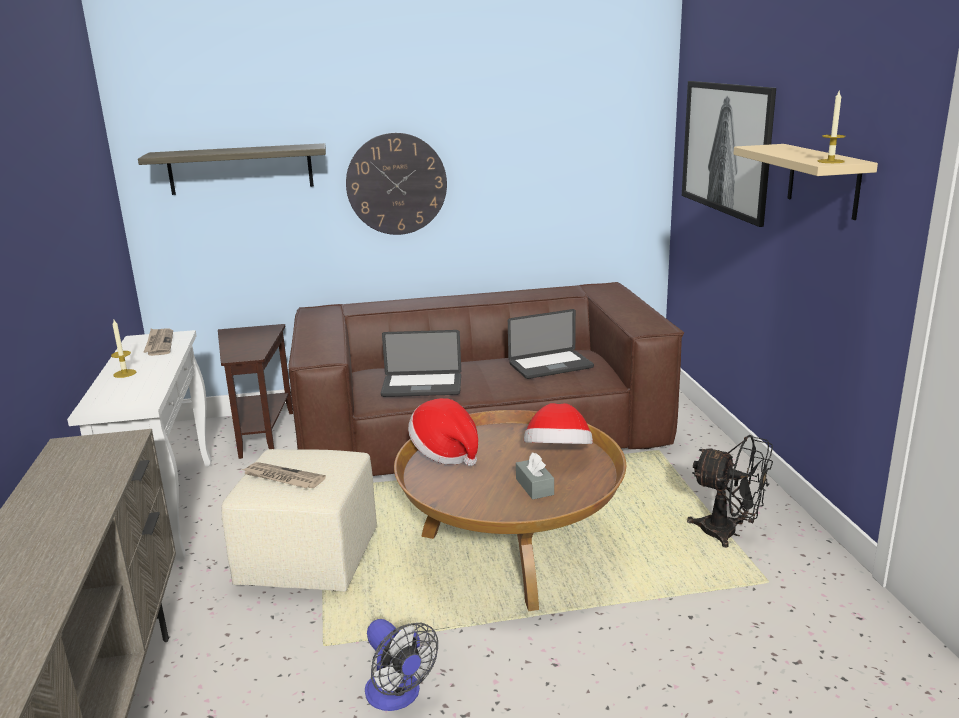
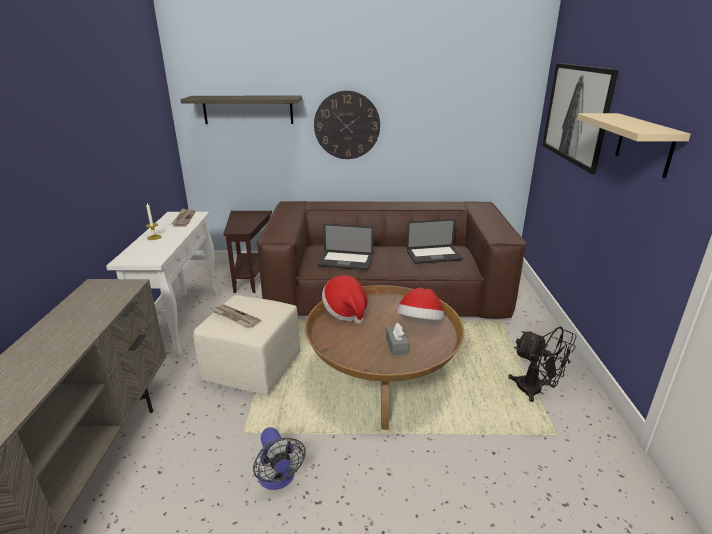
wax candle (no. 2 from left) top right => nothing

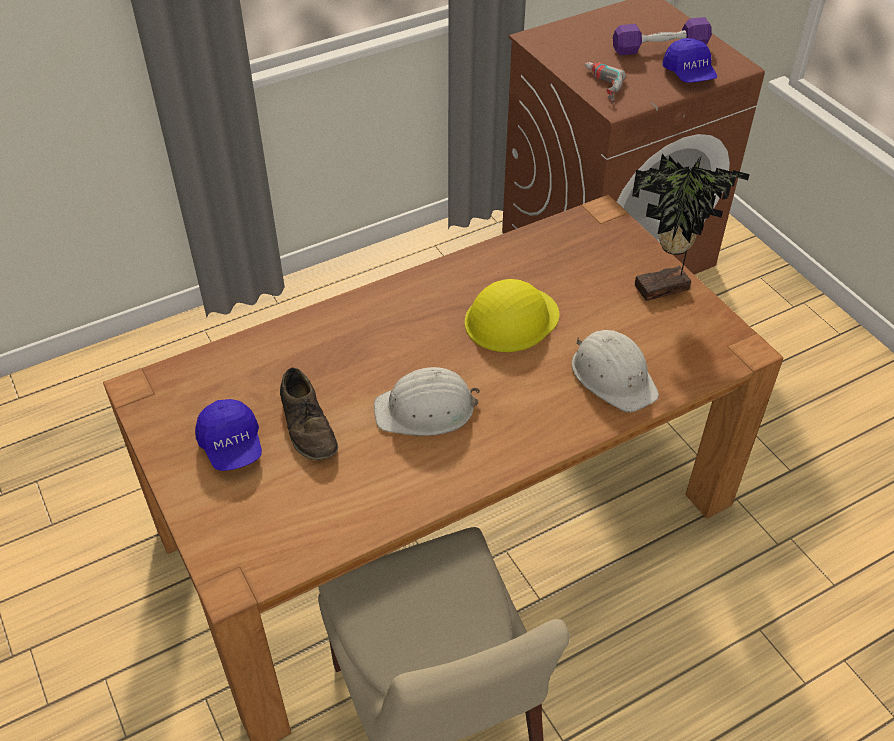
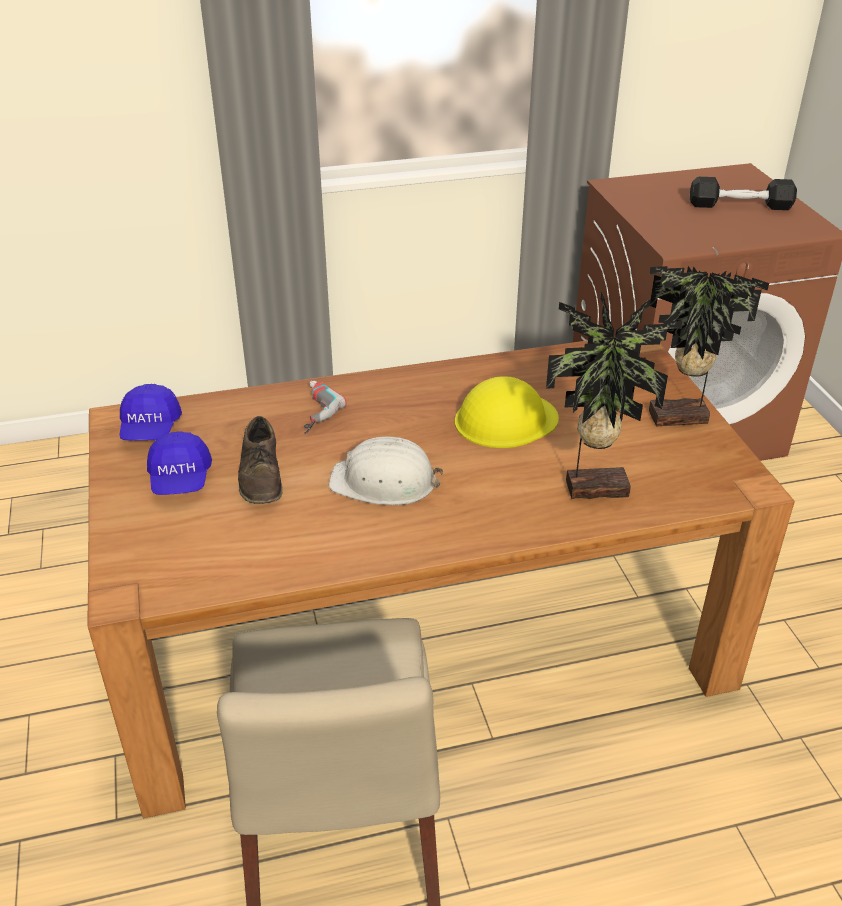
hard hat (white) (no. 2 from left) middle right => houseplant (no. 1 from left) middle right
electric drill top right => electric drill centre, shifted
dumbbell (purple) top right => dumbbell (blackish) top right
baseball cap (blue-coloured) (no. 2 from left in the first image) top right => baseball cap (blue-coloured) (no. 1 from left) middle left, shifted

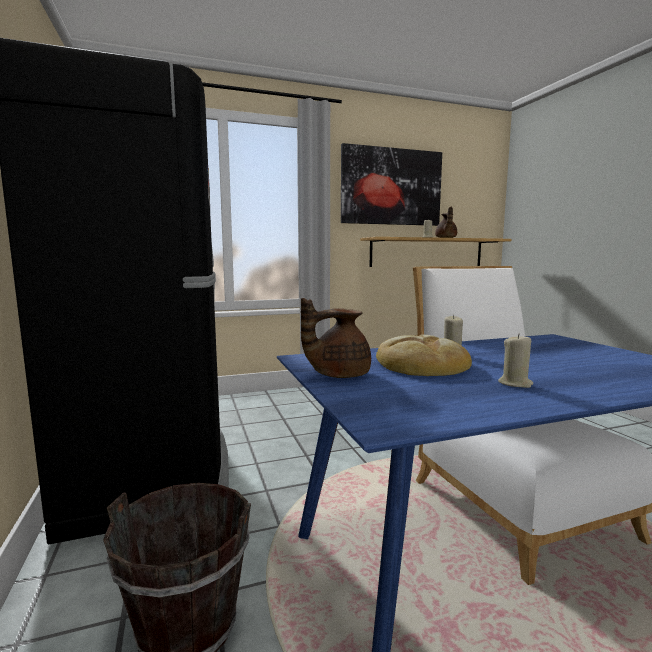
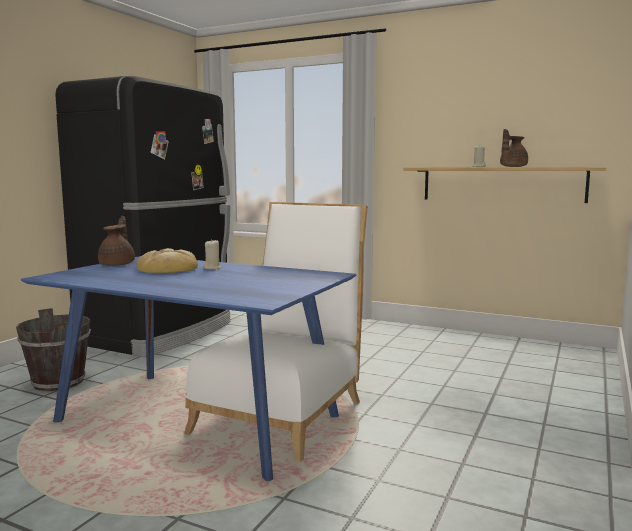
pot for tea (brownish) (no. 1 from left) centre => pot for tea (brownish) (no. 1 from left) middle left, 75 degrees clockwise
picture top centre => nothing
wax candle (beige-coloured) (no. 3 from left) middle right => nothing

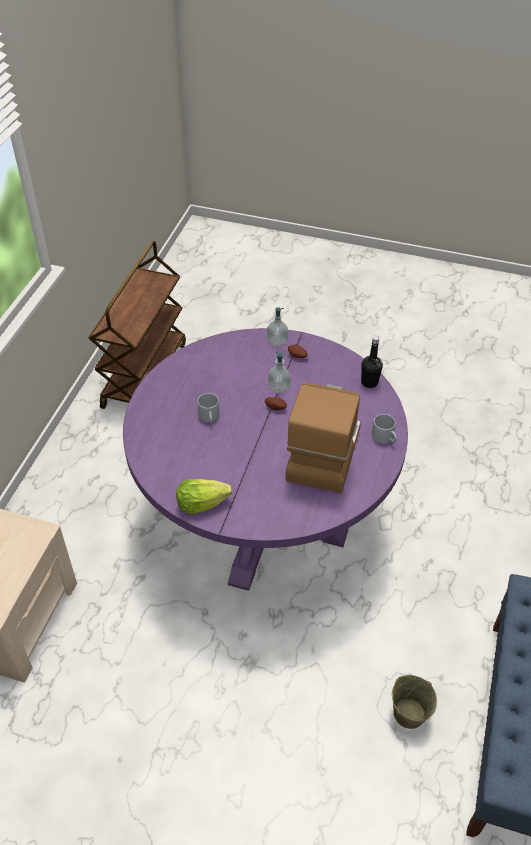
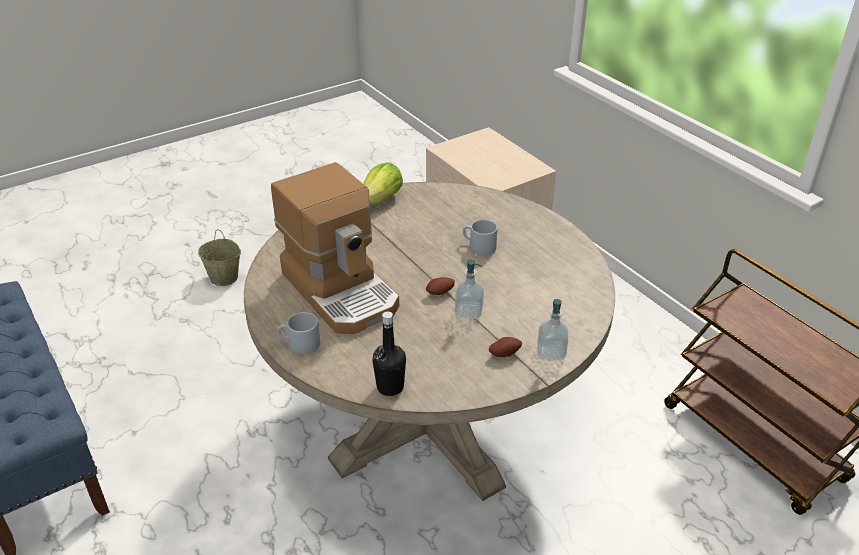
kitchen table (purple) centre => kitchen table (beige-coloured) centre
water bucket (beige-coloured) bottom right => water bucket (beige-coloured) middle left, shifted

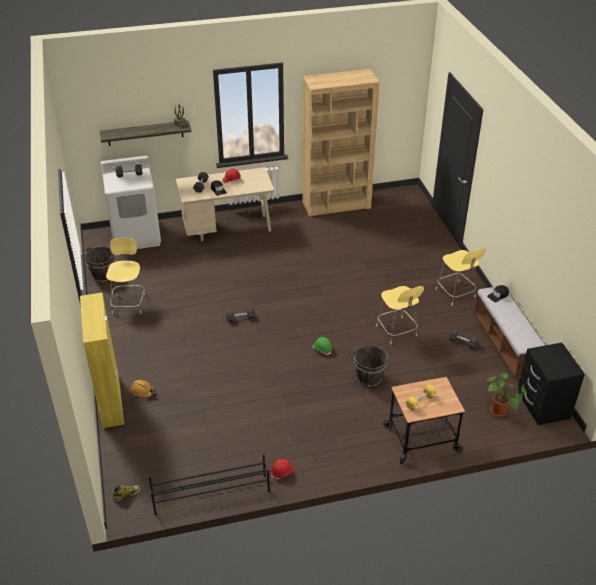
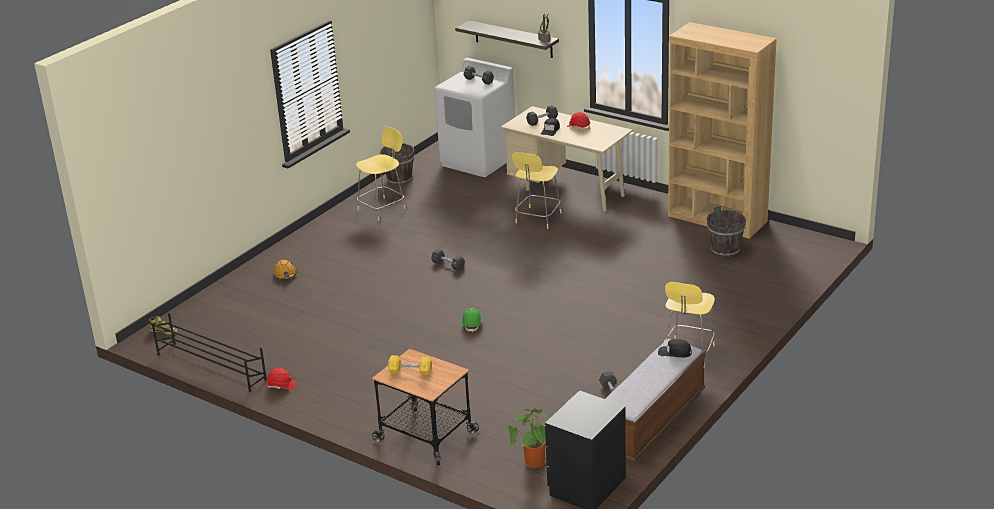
storage cabinet (yellow-coloured) middle left => nothing
water bucket (brownish) (no. 2 from left) centre => water bucket (brownish) (no. 2 from left) middle right, shifted
stool (yellow-coloured) (no. 2 from left) middle right => stool (yellow-coloured) (no. 2 from left) centre, shifted

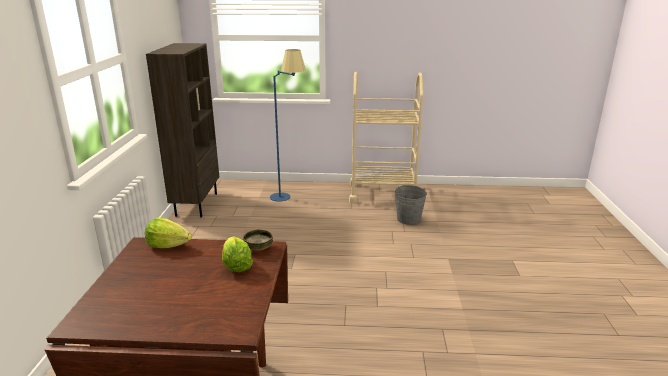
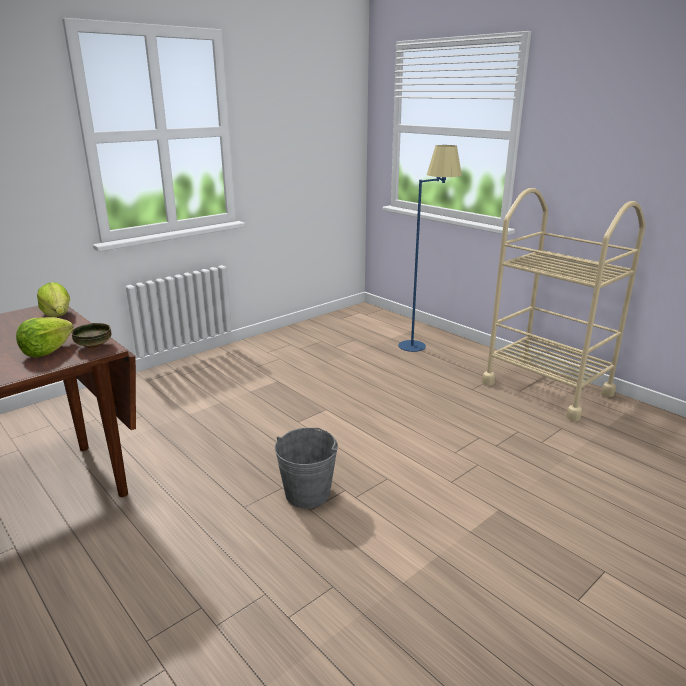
shelving unit (brownish) middle left => nothing
water bucket (gray) centre => water bucket (gray) bottom centre, shifted

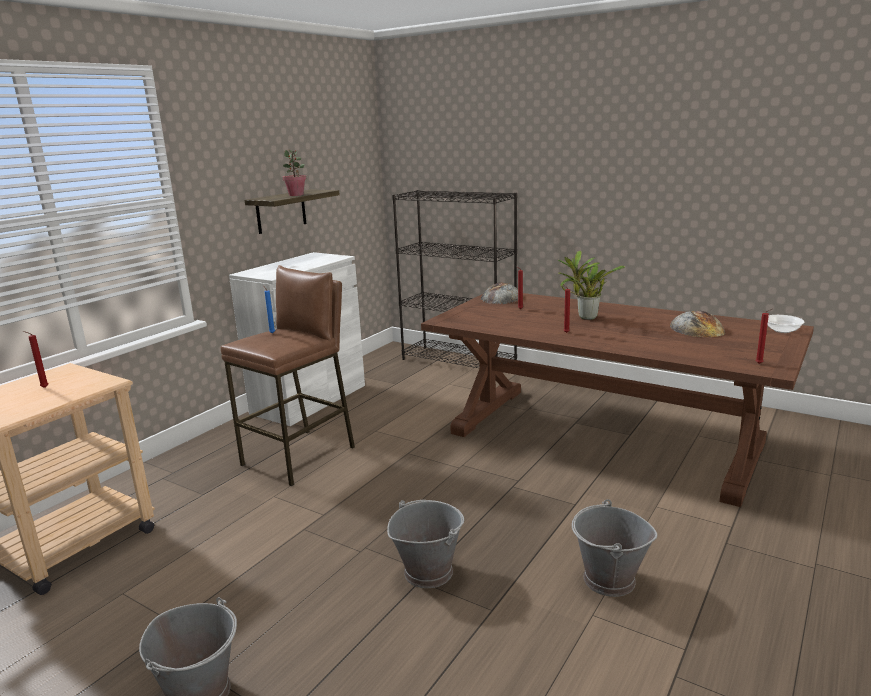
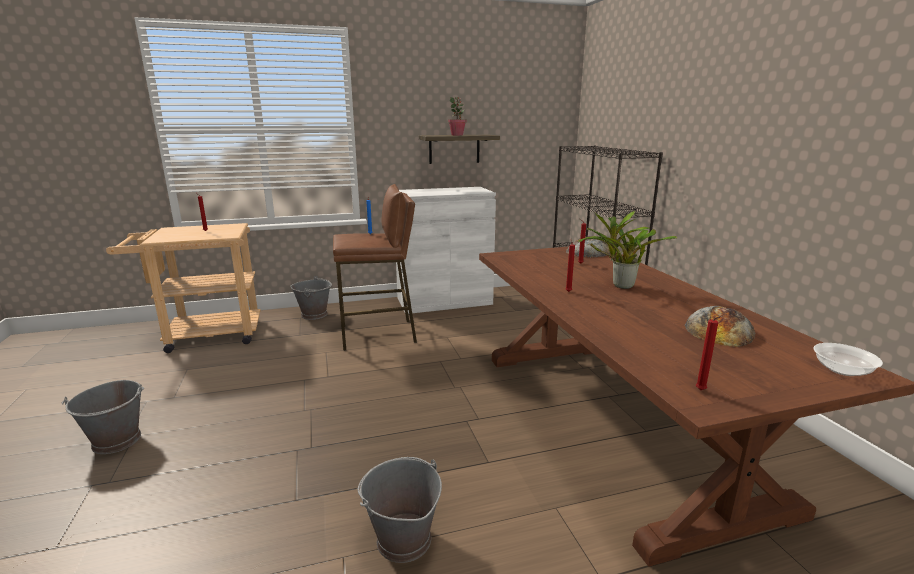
water bucket (gray) (no. 2 from left) bottom centre => water bucket (gray) (no. 2 from left) centre, shifted

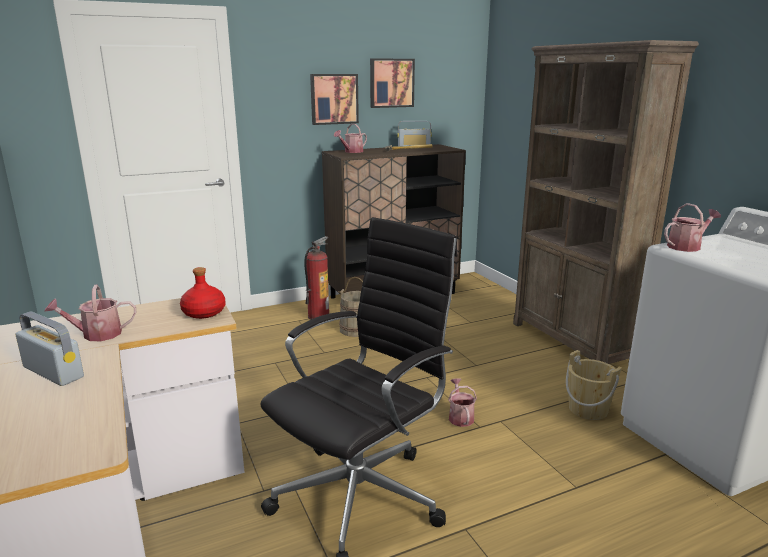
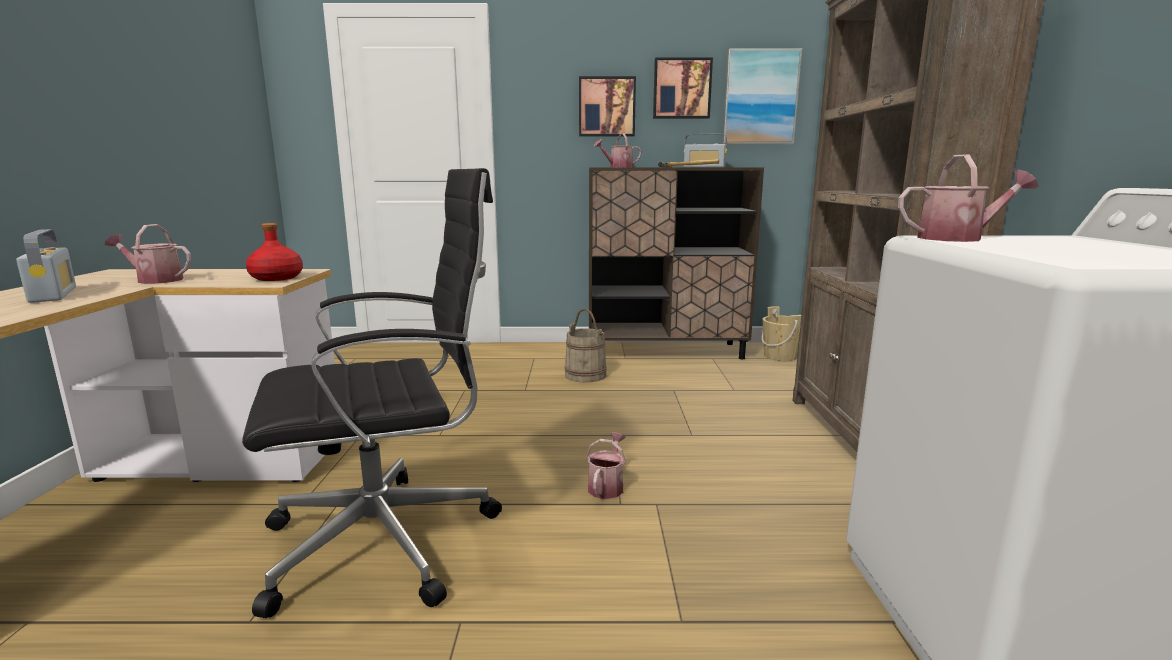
extinguisher centre => nothing
water bucket (beige-coloured) (no. 2 from left) bottom right => water bucket (beige-coloured) (no. 2 from left) centre, shifted
nothing => picture (no. 3 from left) top centre

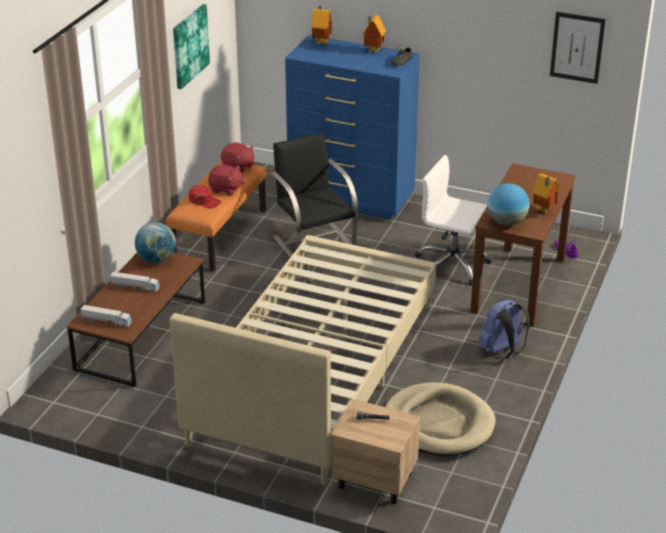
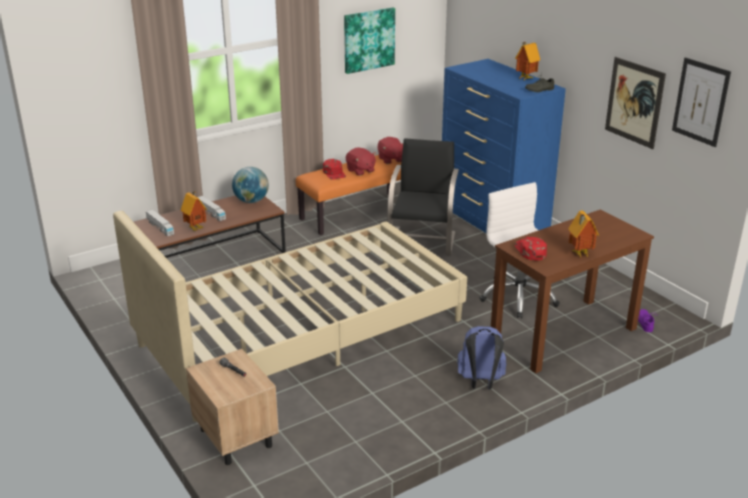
toy house (no. 1 from left) top centre => toy house (no. 1 from left) middle left, shifted
dog bed (beige-coloured) bottom centre => nothing
globe (no. 2 from left) middle right => baseball cap (reddish) (no. 2 from left) middle right
nothing => picture (no. 2 from left) top right

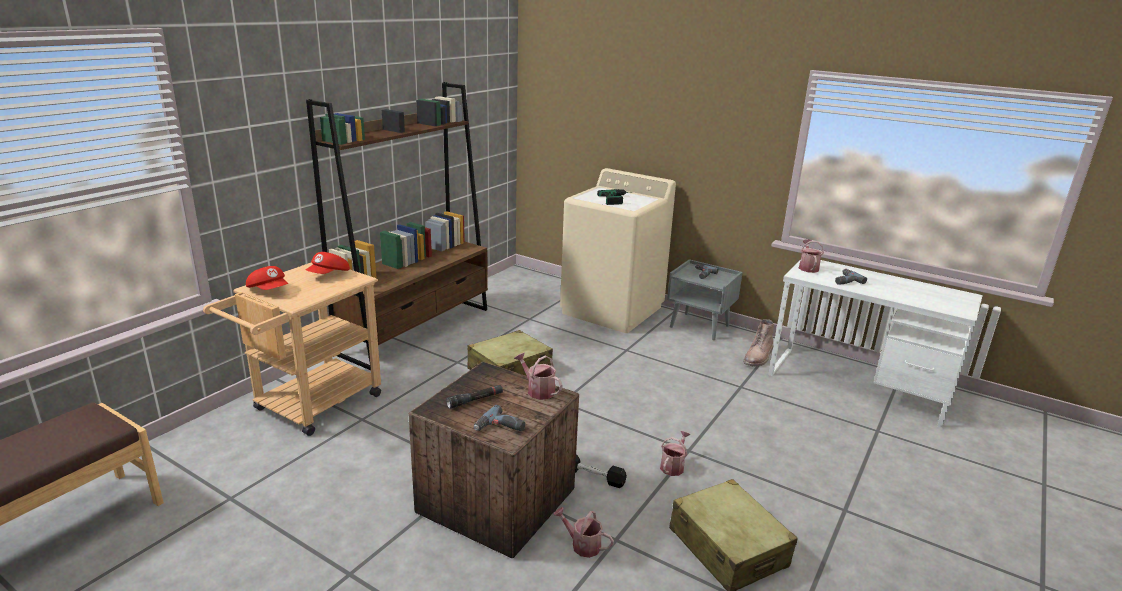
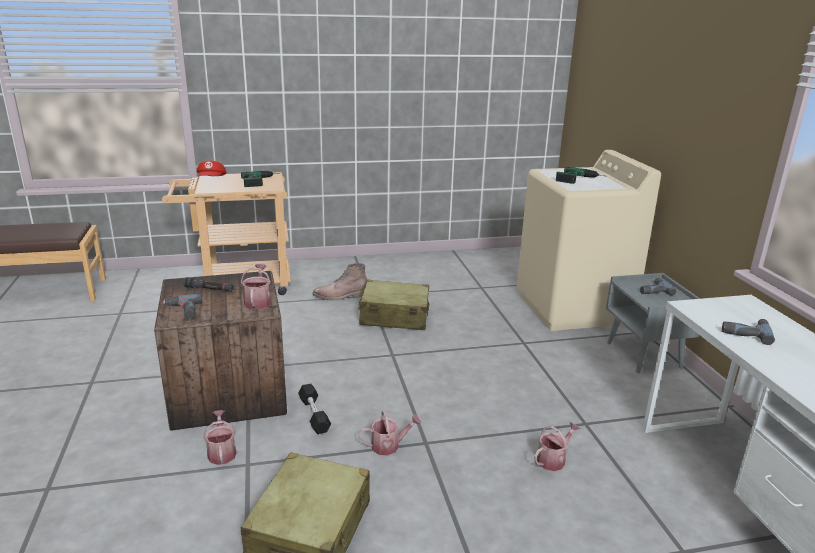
shelving unit (brownish) centre => nothing
baseball cap (reddish) (no. 2 from left) middle left => electric drill (no. 2 from left) top left
tall boot (brownish) middle right => tall boot (brownish) centre, shifted
watering pot (no. 4 from left) middle right => watering pot (no. 4 from left) bottom right, shifted

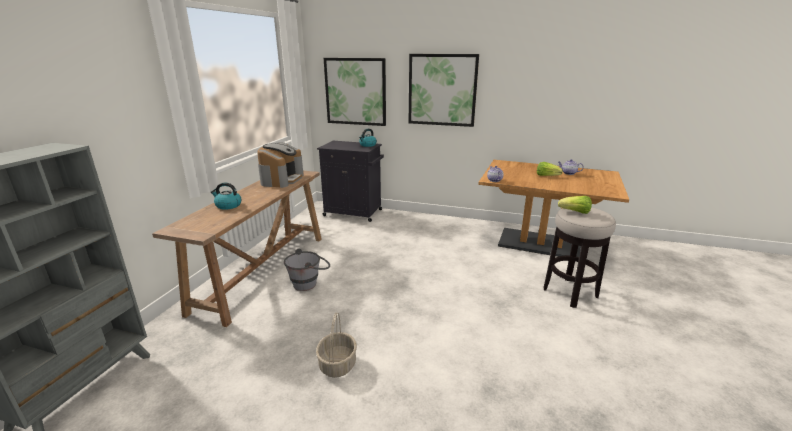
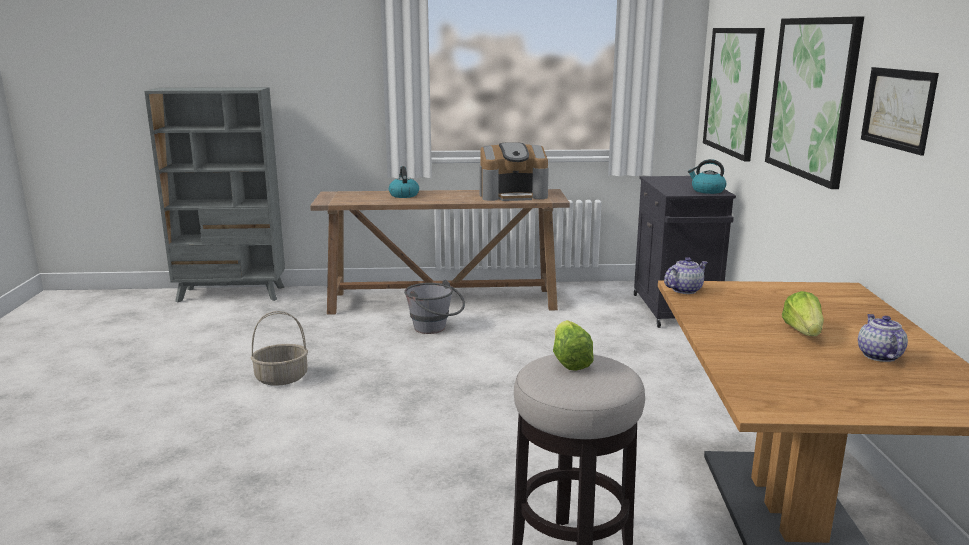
nothing => picture (no. 3 from left) top right

